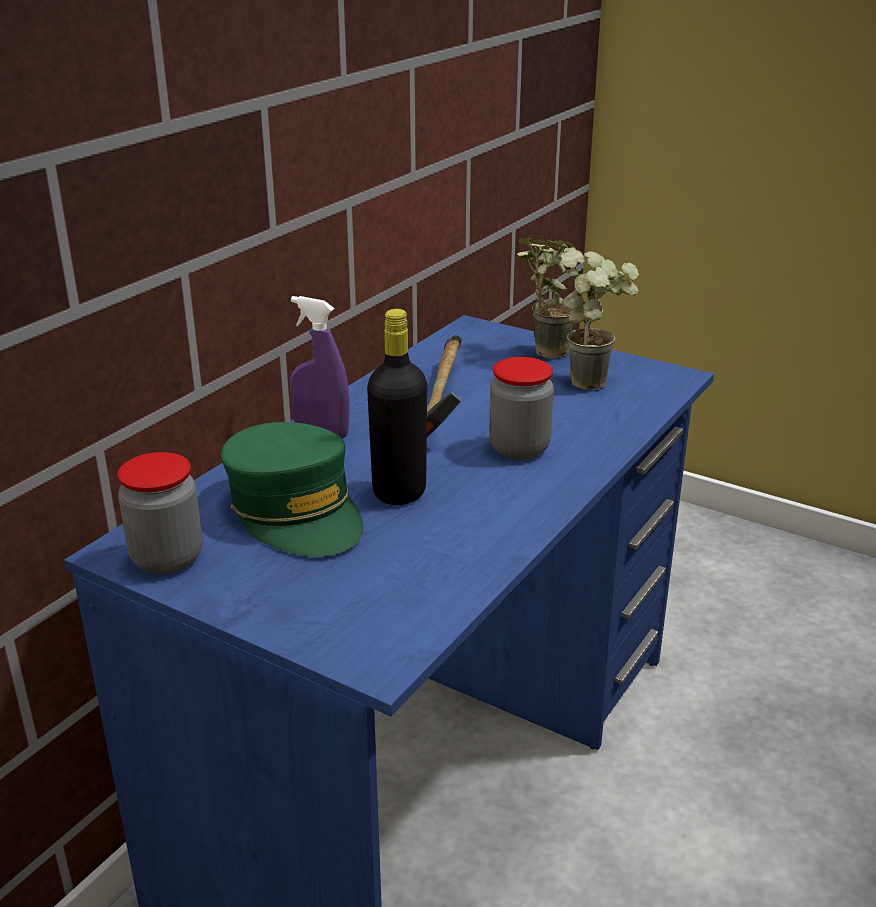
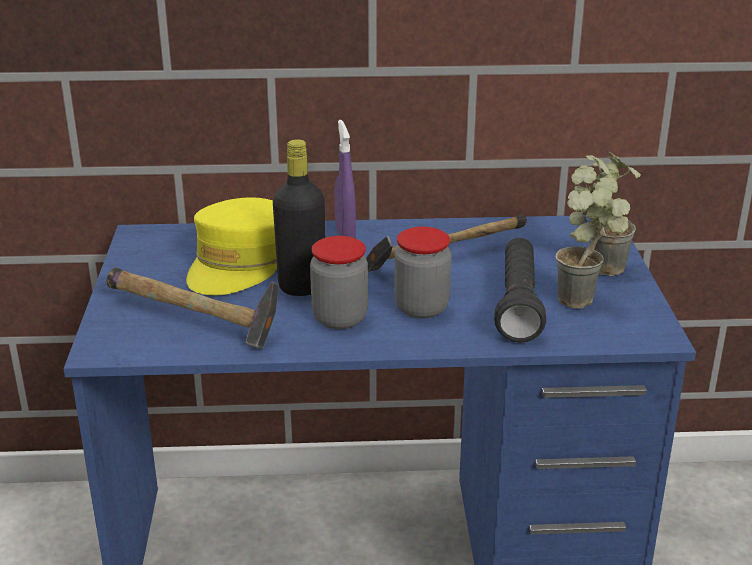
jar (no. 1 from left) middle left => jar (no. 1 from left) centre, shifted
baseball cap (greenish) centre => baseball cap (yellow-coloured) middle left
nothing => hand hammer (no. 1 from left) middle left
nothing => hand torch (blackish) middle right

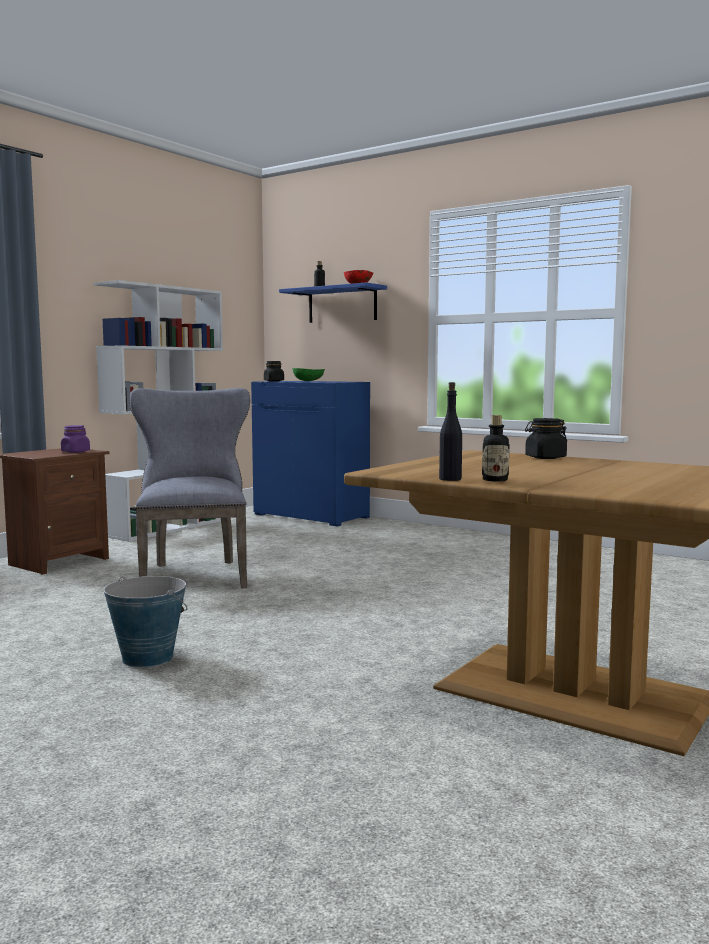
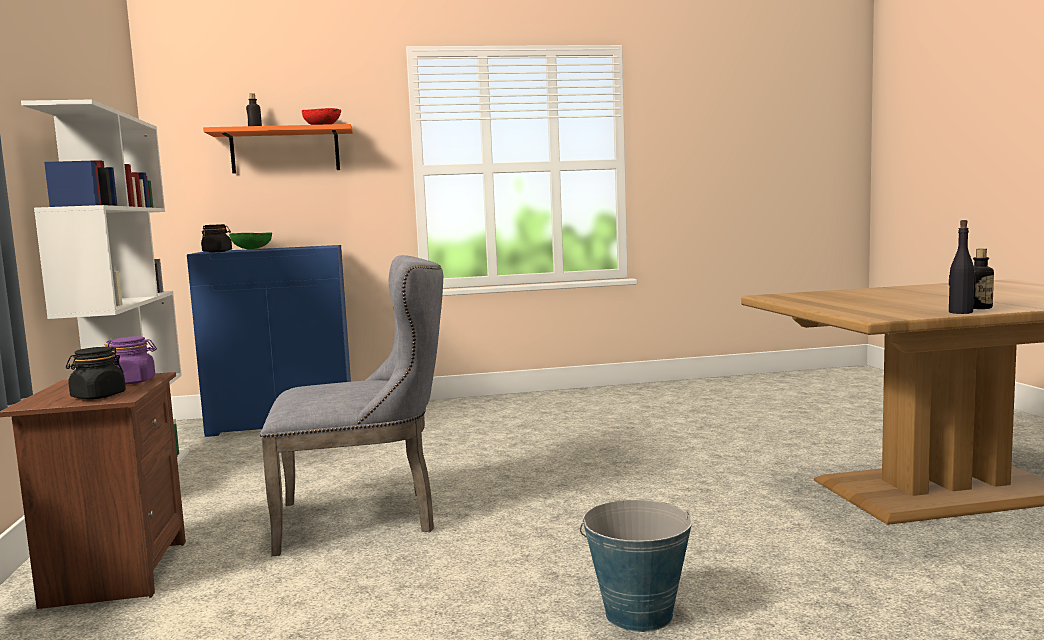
upright chair (gray) middle left => upright chair (gray) centre, 135 degrees clockwise
shelf (blue-coloured) top centre => shelf (orange) top left
jar (blackish) (no. 2 from left in the first image) middle right => jar (blackish) (no. 1 from left) middle left, shifted

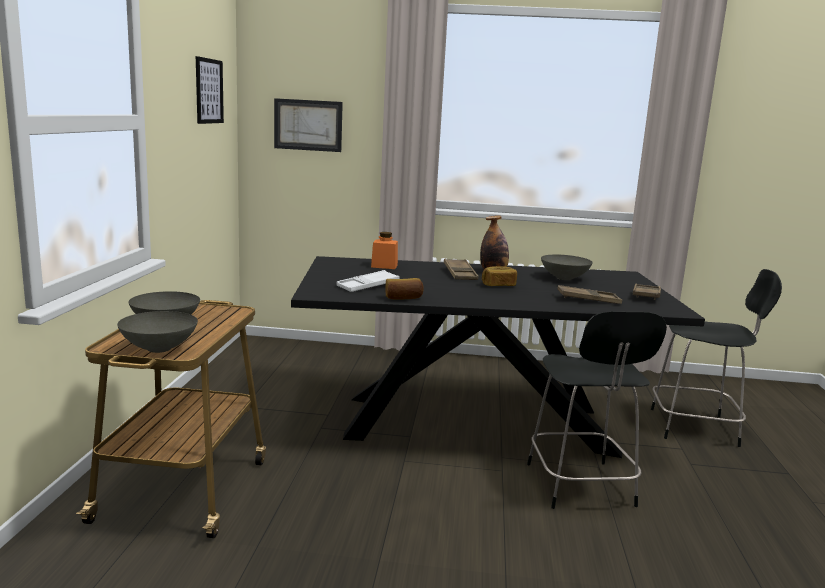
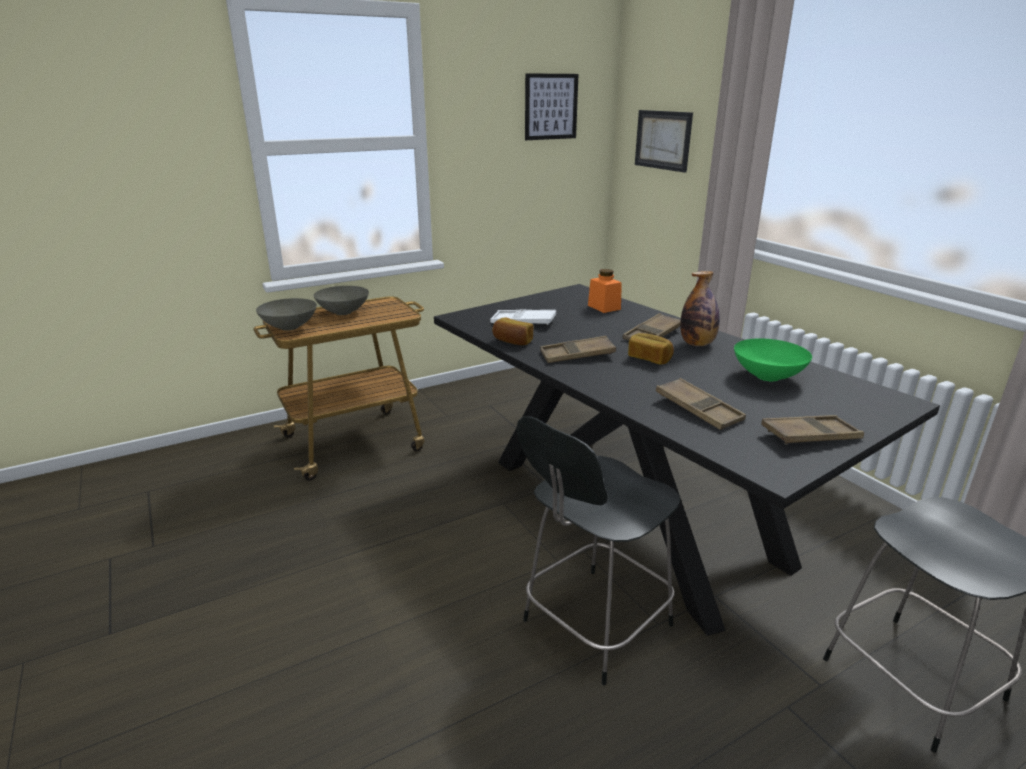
serving bowl (gray) (no. 3 from left) middle right => serving bowl (greenish) middle right
nothing => serving tray (brownish) (no. 1 from left) centre

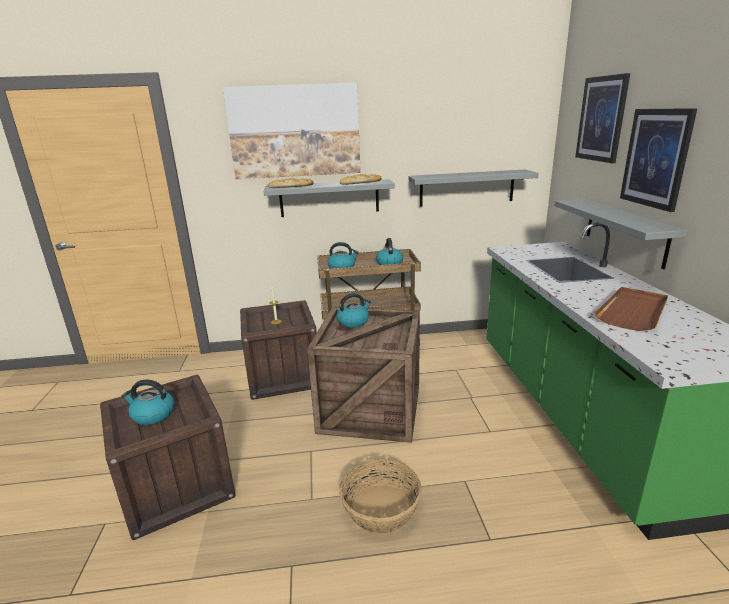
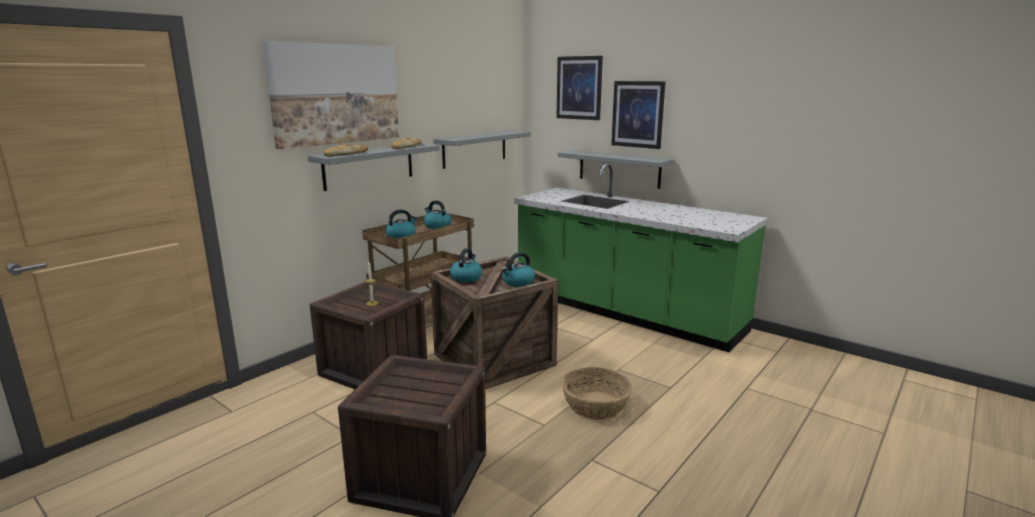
tea kettle (no. 1 from left in the first image) middle left => tea kettle (no. 4 from left) centre, shifted
serving tray (brownish) middle right => nothing

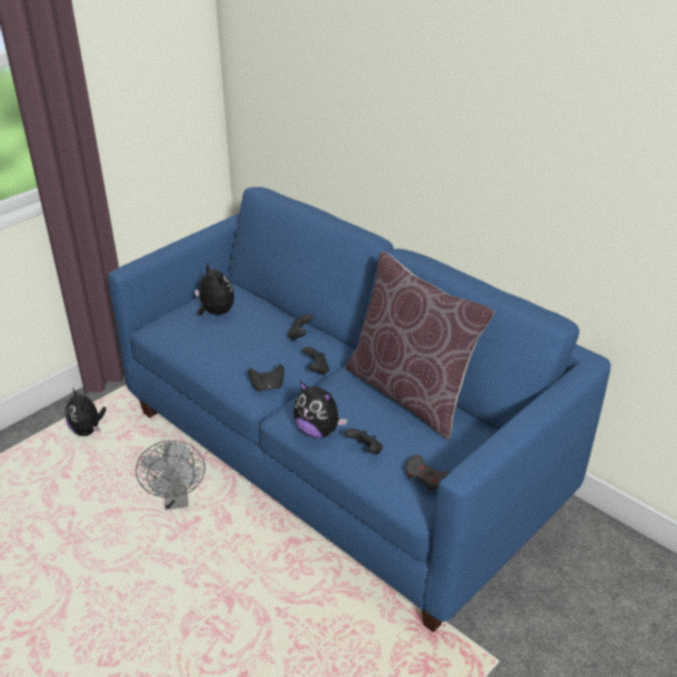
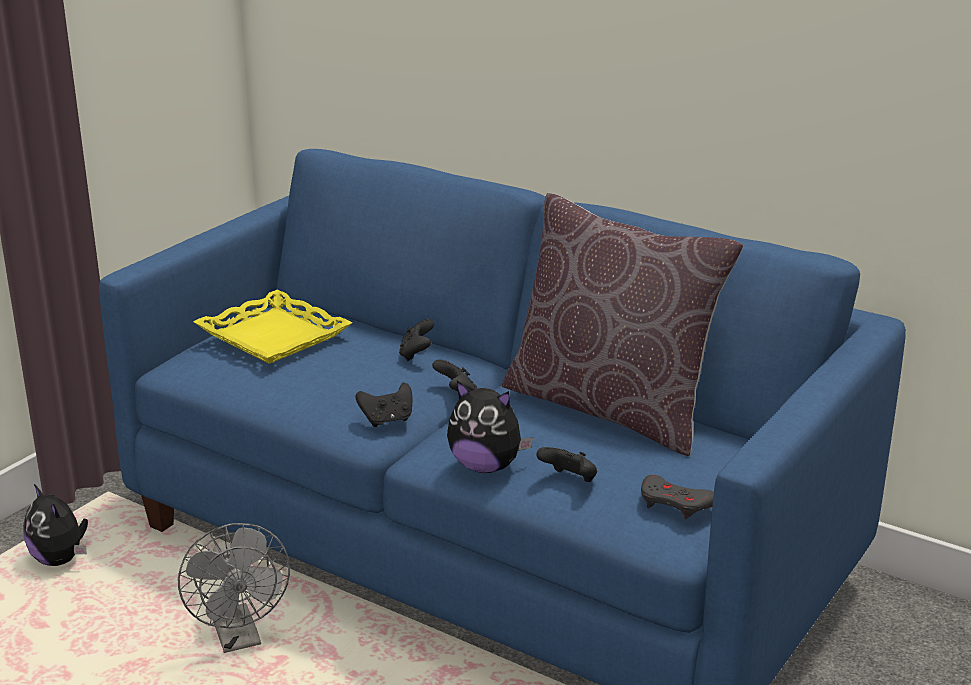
plush toy (no. 2 from left) middle left => serving tray (yellow-coloured) middle left

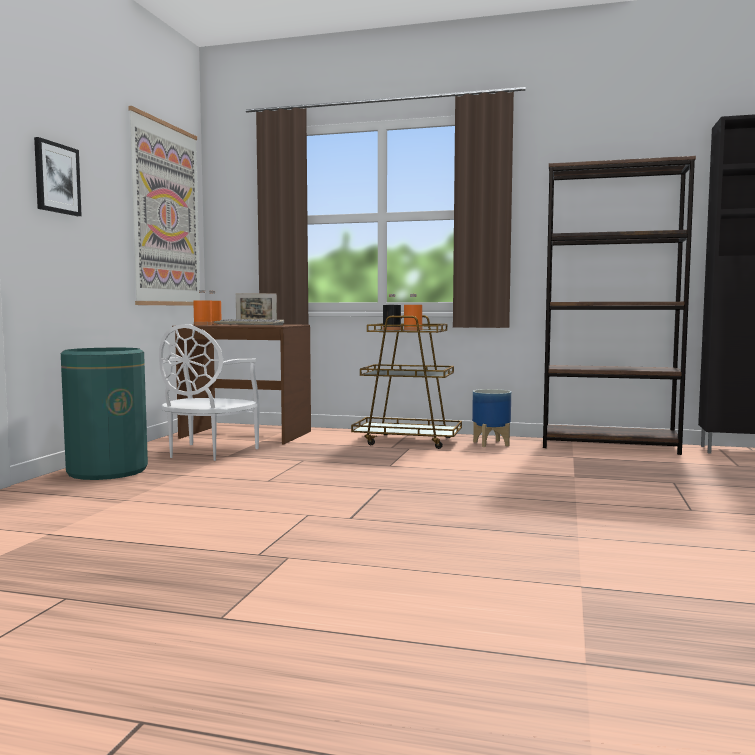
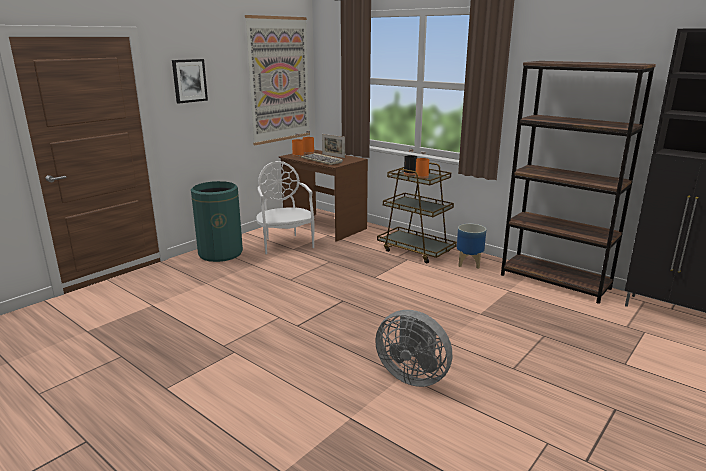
upright chair (white) middle left => upright chair (white) centre, 120 degrees clockwise
nothing => cooling fan (gray) bottom centre

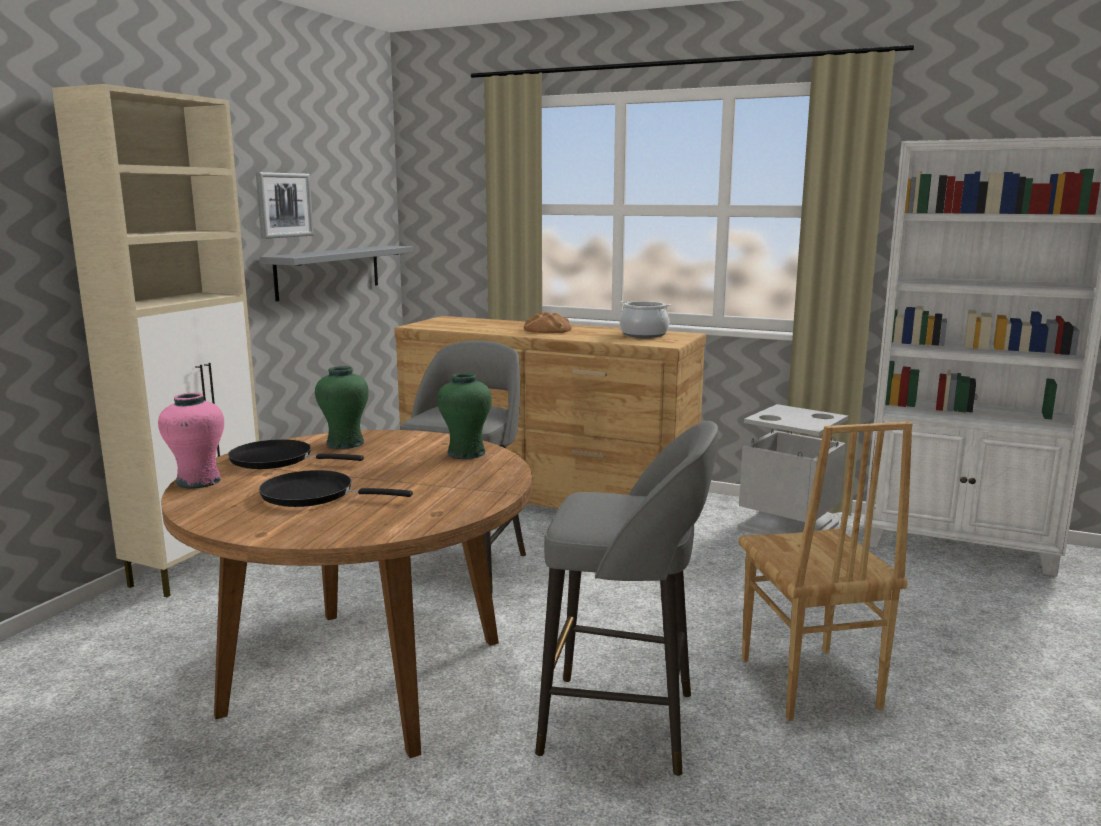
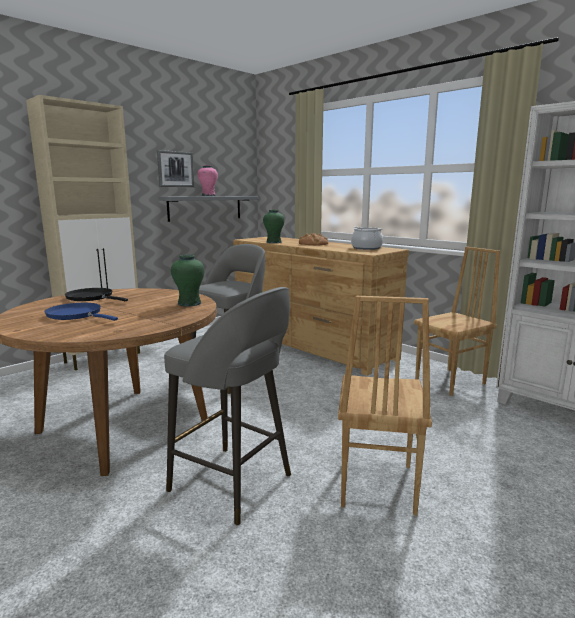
flower vase (pink) middle left => flower vase (pink) top centre, shifted
skillet (blackish) (no. 2 from left) middle left => skillet (blue-coloured) middle left
flower vase (greenish) (no. 1 from left in the first image) middle left => flower vase (greenish) (no. 2 from left) centre, shifted
waste bin (gray) middle right => upright chair (brownish) (no. 2 from left) middle right

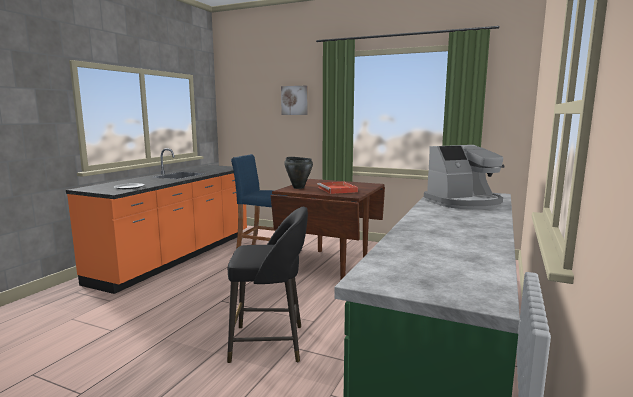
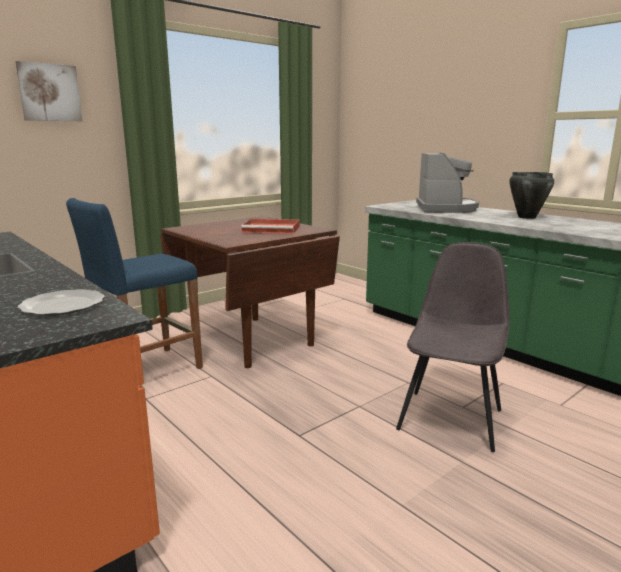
stool (blackish) bottom centre => upright chair (gray) middle right
saucepot (blackish) centre => saucepot (blackish) middle right, shifted

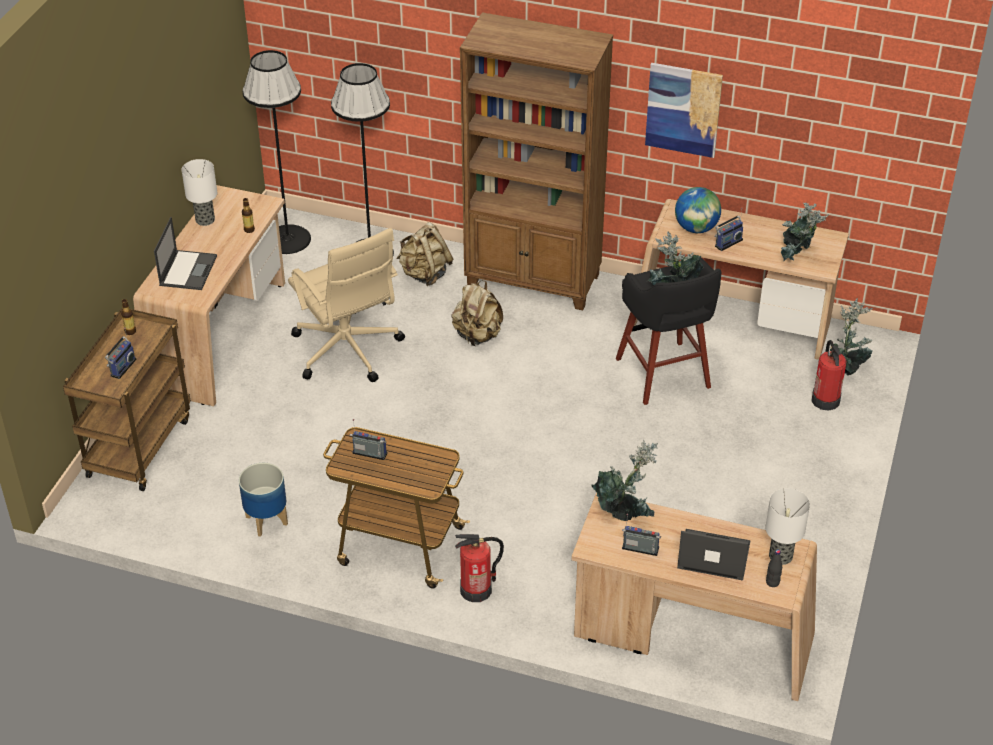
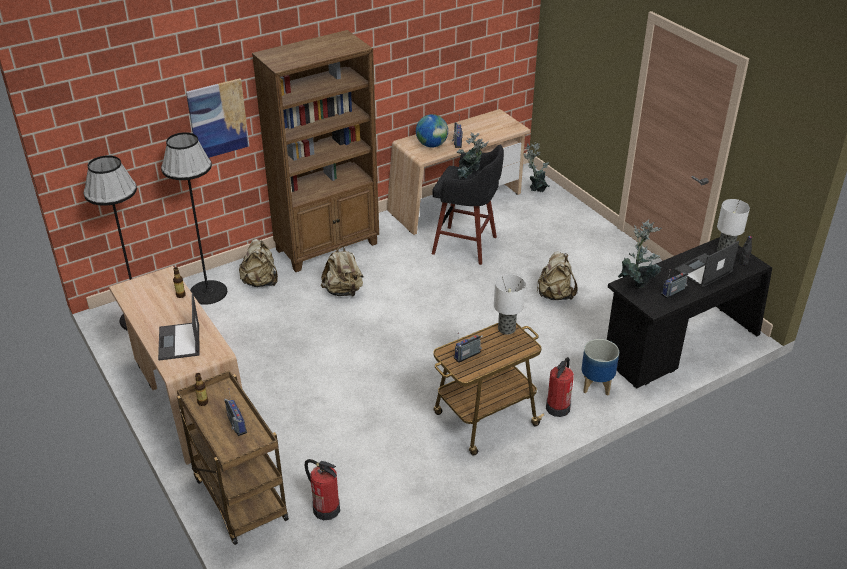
notebook computer (no. 1 from left) middle left, 150 degrees counterclockwise
table lamp (no. 1 from left) top left => table lamp (no. 1 from left) centre, shifted
plant pot bottom left => plant pot middle right, shifted
computer chair (beige-coloured) centre => nothing
desk table (beige-coloured) (no. 2 from left) bottom right => desk table (blackish) middle right
picture top right => picture top left, shifted
houseplant (no. 3 from left) top right => nothing
extinguisher (no. 2 from left in the first image) middle right => extinguisher (no. 1 from left) bottom centre, shifted
nothing => rucksack (beige-coloured) (no. 3 from left) centre

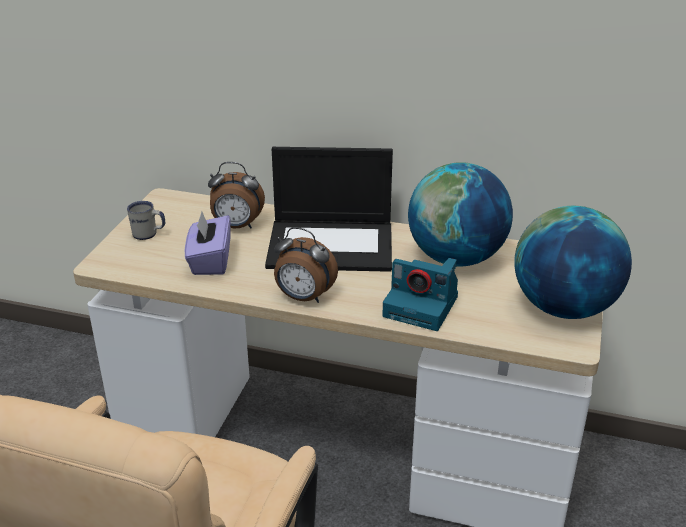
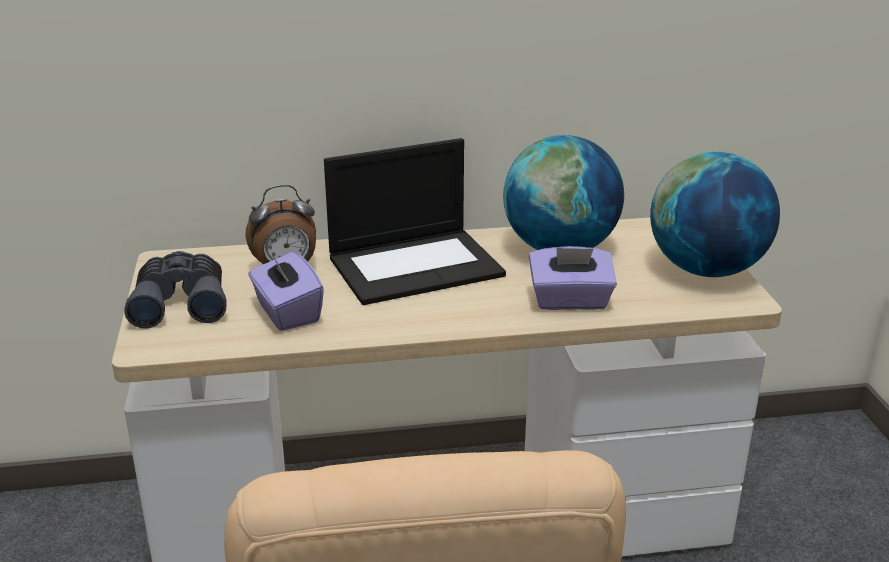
tea mug (white) middle left => binoculars (gray) middle left
alarm clock (no. 2 from left) centre => nothing
photo camera centre => tissue holder (purple) (no. 2 from left) centre

